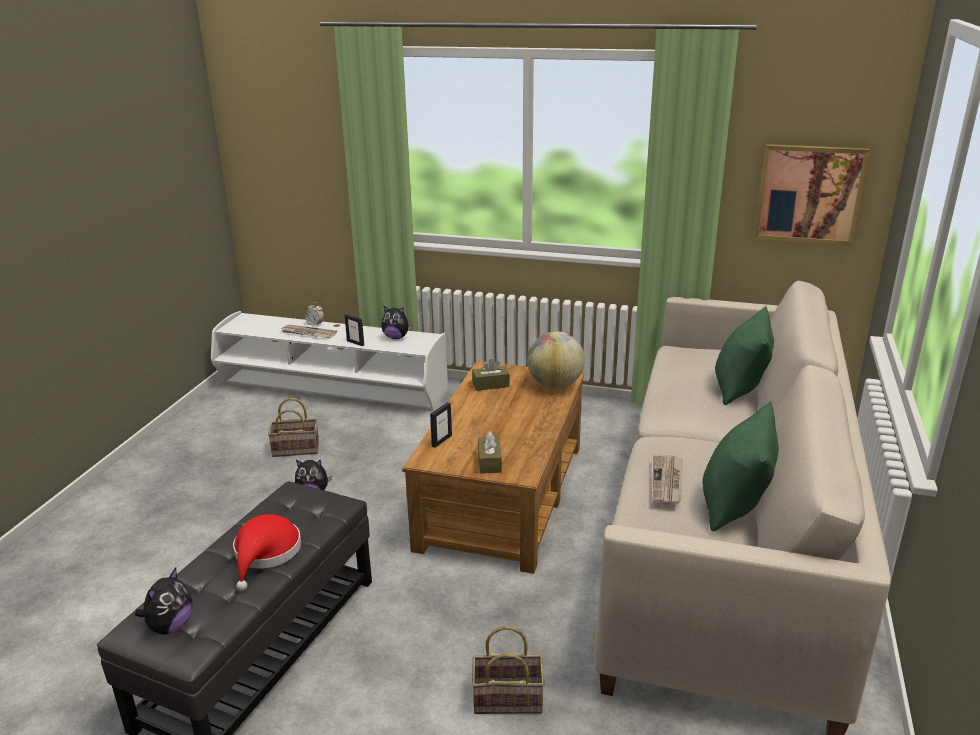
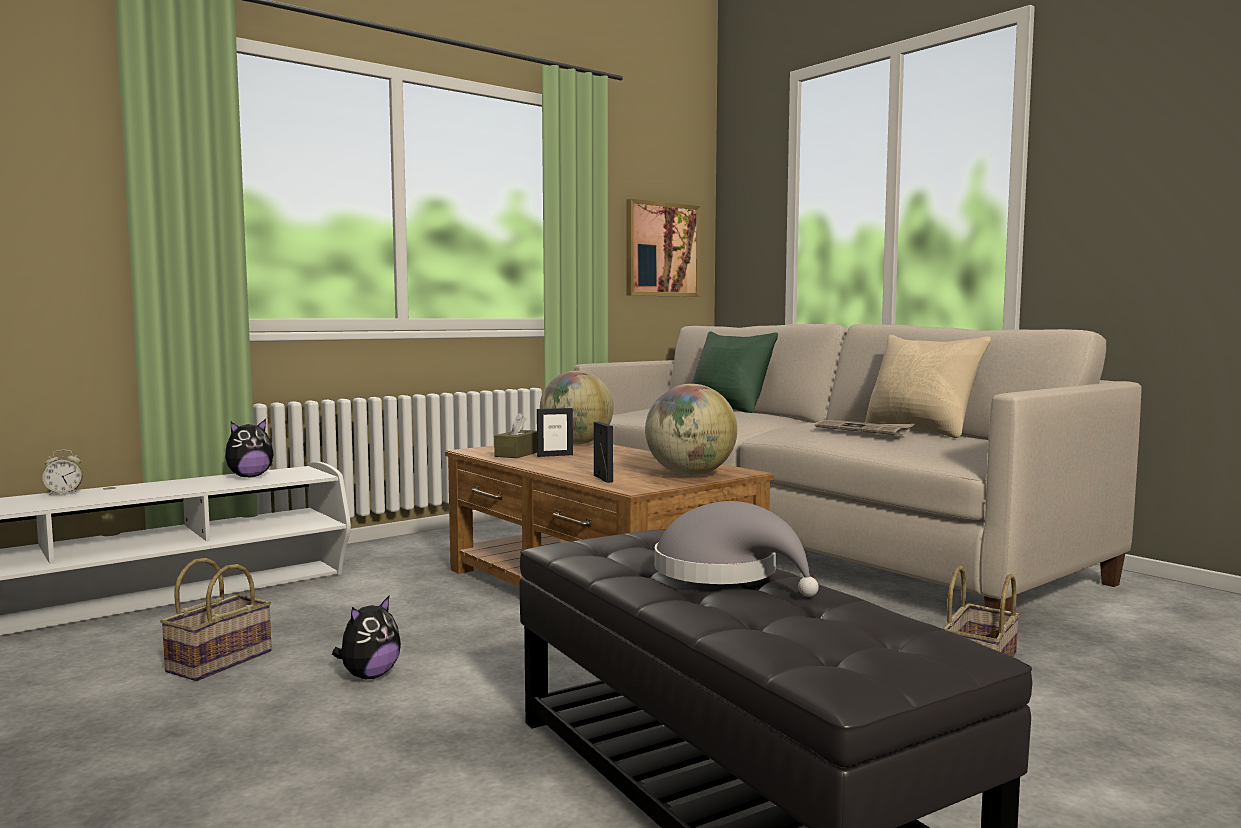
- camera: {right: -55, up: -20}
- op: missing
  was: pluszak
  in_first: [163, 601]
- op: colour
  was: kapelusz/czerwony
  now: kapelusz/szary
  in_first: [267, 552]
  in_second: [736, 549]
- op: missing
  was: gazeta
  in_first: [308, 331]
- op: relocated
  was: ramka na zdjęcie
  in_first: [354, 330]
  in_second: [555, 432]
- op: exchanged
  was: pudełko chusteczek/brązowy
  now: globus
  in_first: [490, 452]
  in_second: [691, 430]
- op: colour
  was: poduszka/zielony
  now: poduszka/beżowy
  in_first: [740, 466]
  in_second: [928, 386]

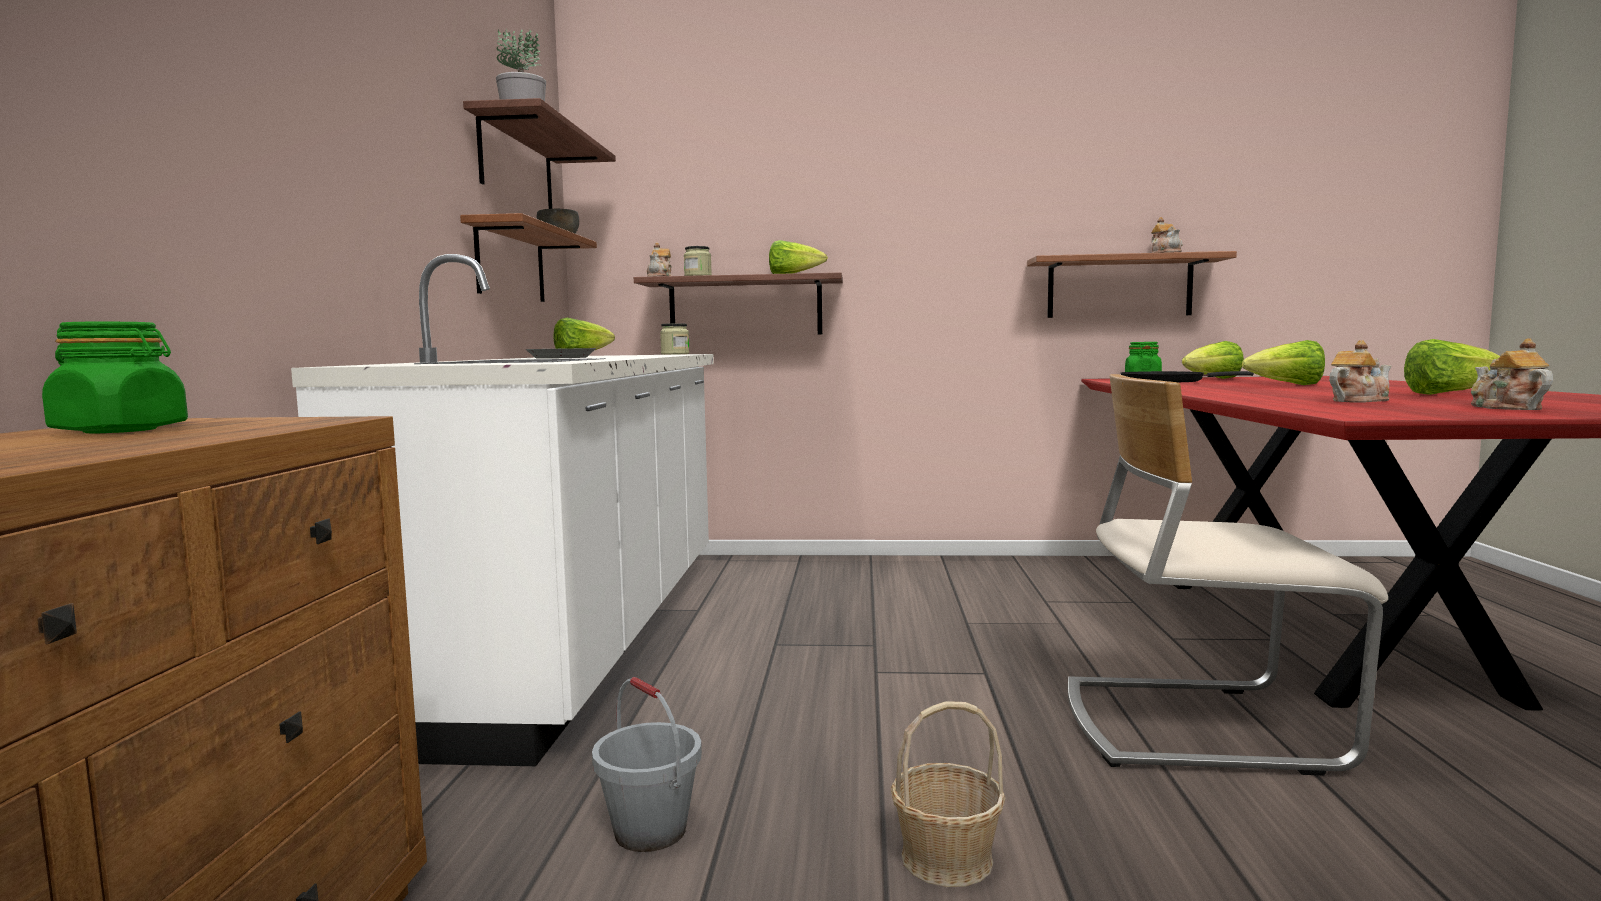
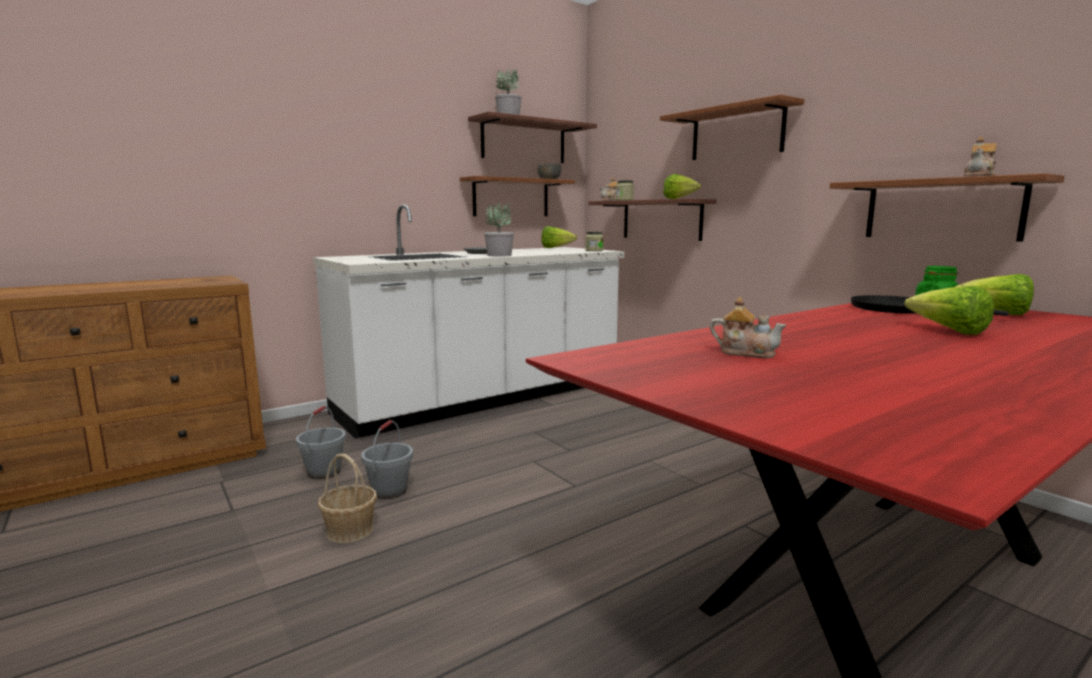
- camera: {right: 50, up: 5}
- op: missing
  was: słoik/zielony
  in_first: [115, 377]
- op: missing
  was: krzesło/beżowy
  in_first: [1228, 575]
- op: missing
  was: sałata
  in_first: [1452, 367]
- op: missing
  was: imbryk
  in_first: [1512, 374]
- op: appeared
  now: wiadro/szary
  in_second: [387, 459]
- op: appeared
  now: roślina doniczkowa
  in_second: [499, 229]
- op: appeared
  now: półka
  in_second: [732, 127]

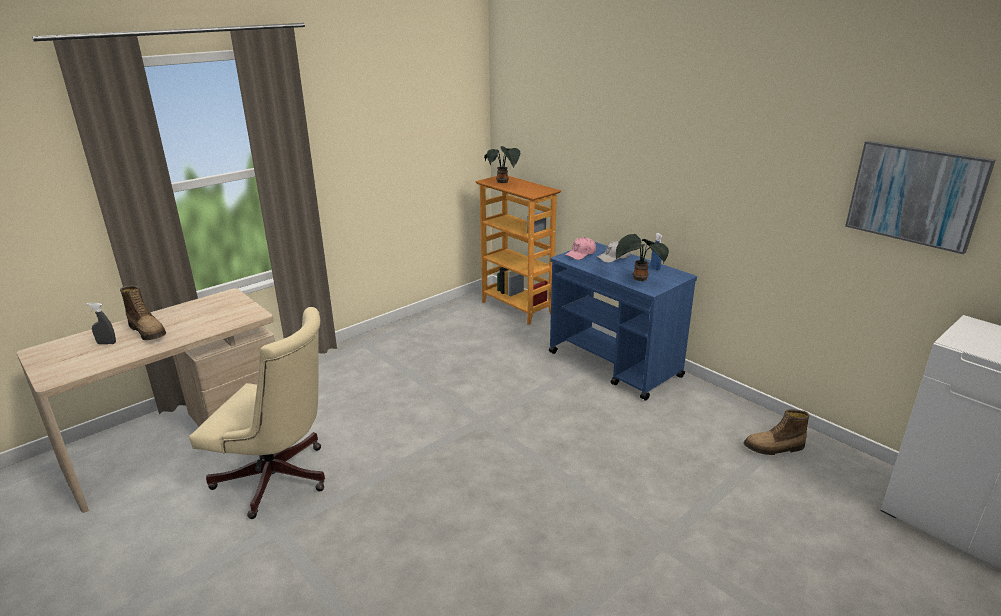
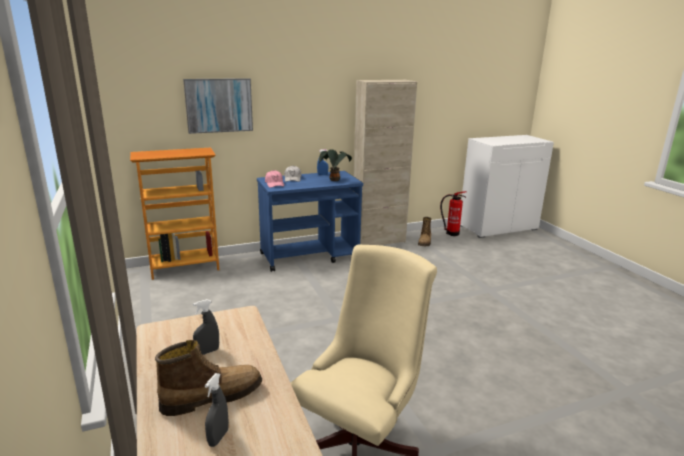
- camera: {right: -70, up: -5}
- op: missing
  was: roślina doniczkowa
  in_first: [502, 164]
- op: relocated
  was: obraz
  in_first: [920, 197]
  in_second: [218, 106]
- op: appeared
  now: spryskiwacz/szary
  in_second: [206, 327]
- op: appeared
  now: szafka/beżowy
  in_second: [385, 162]
- op: appeared
  now: gaśnica
  in_second: [453, 213]

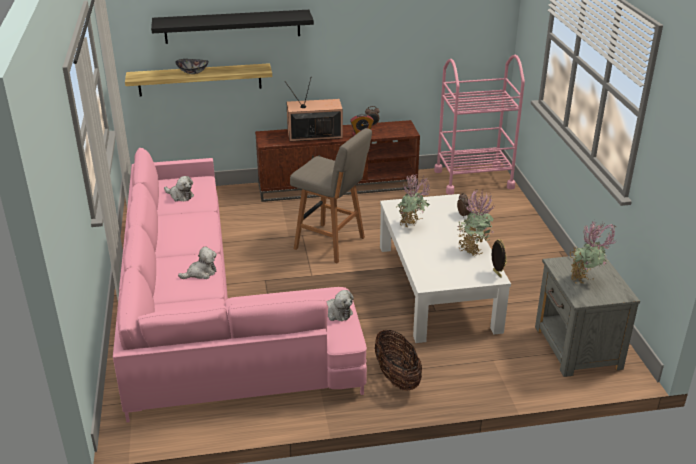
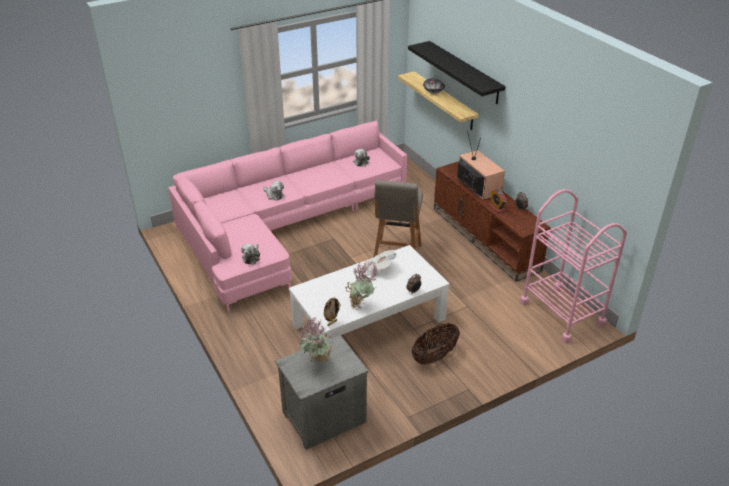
- camera: {right: 70, up: 5}
- op: relocated
  was: koszyk
  in_first: [398, 360]
  in_second: [435, 343]
- op: exchanged
  was: roślina doniczkowa
  now: gazeta
  in_first: [414, 199]
  in_second: [381, 261]

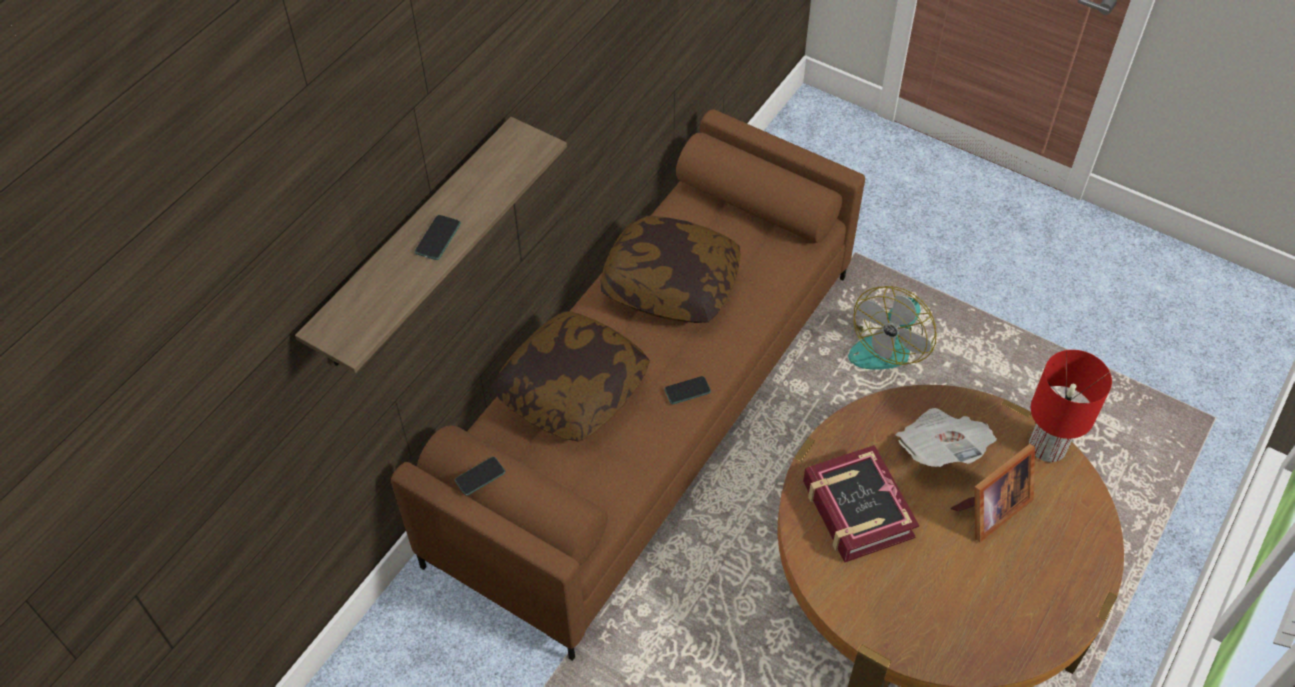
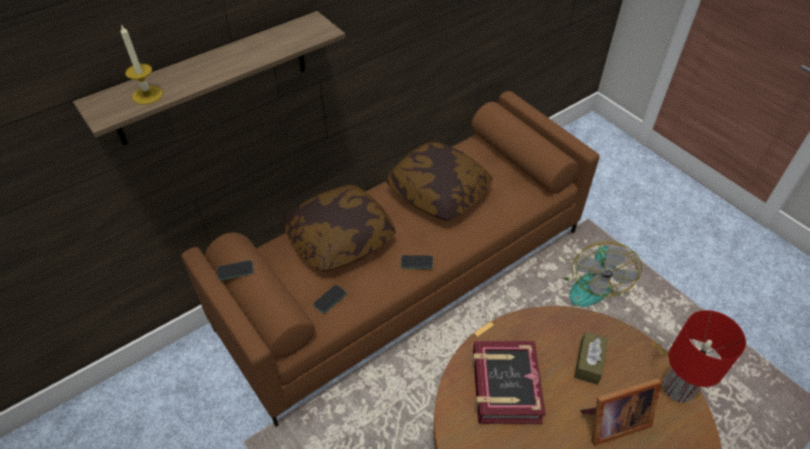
- camera: {right: 20, up: -5}
- op: relocated
  was: telefon
  in_first: [438, 237]
  in_second: [330, 299]
- op: spun
  was: wentylator
  in_first: [892, 328]
  in_second: [600, 274]
  clockwise: -45
- op: exchanged
  was: gazeta
  now: pudełko chusteczek/brązowy
  in_first: [946, 437]
  in_second: [591, 358]
- op: appeared
  now: świeca
  in_second: [141, 64]

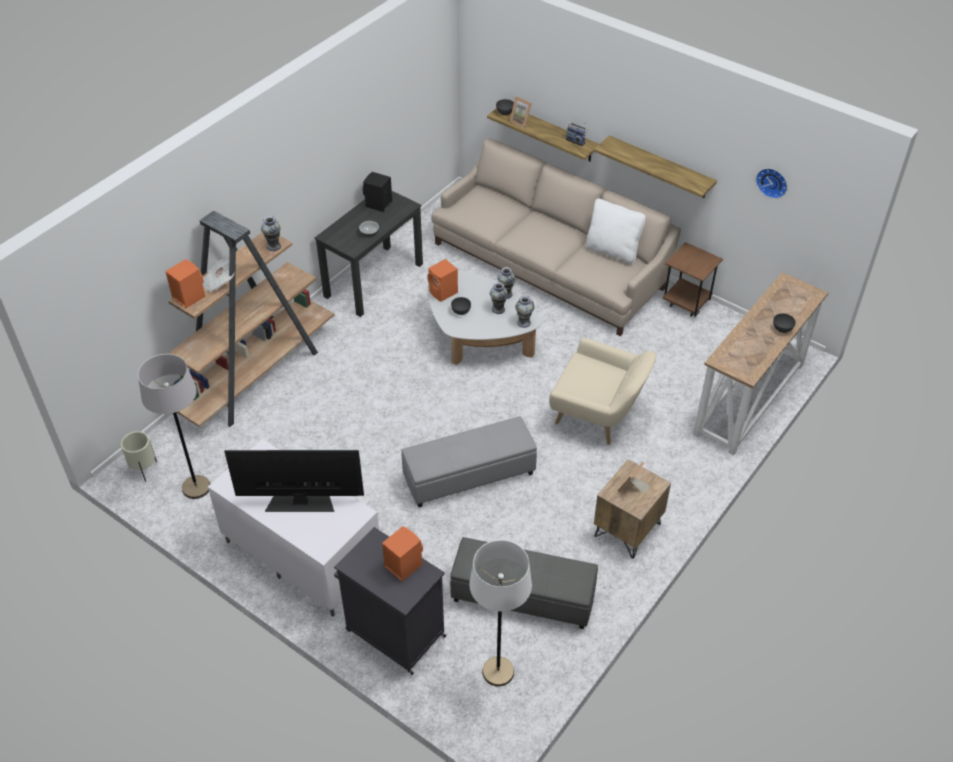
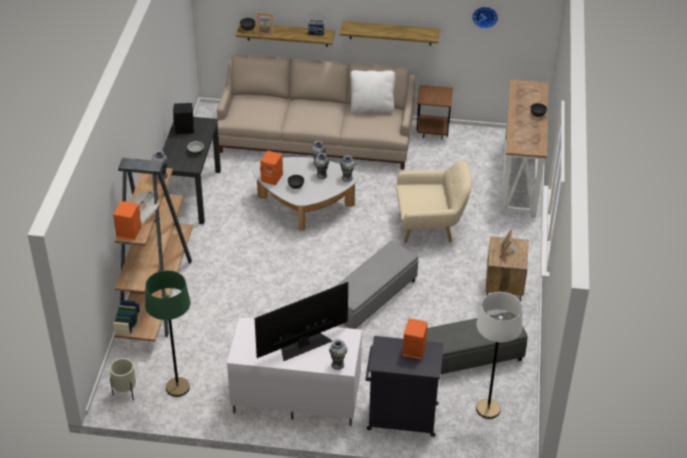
- camera: {right: -30, up: -5}
- op: colour
  was: lampa stojąca/szary
  now: lampa stojąca/zielony
  in_first: [174, 426]
  in_second: [167, 333]
- op: appeared
  now: wazon
  in_second: [338, 354]

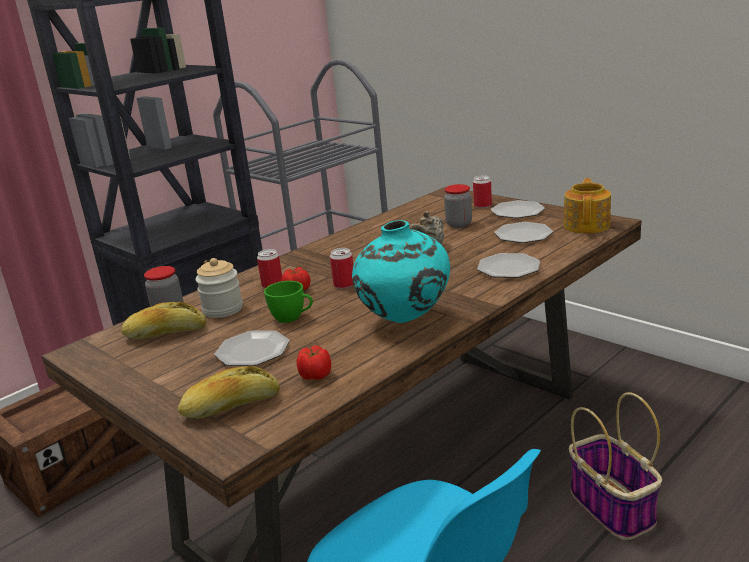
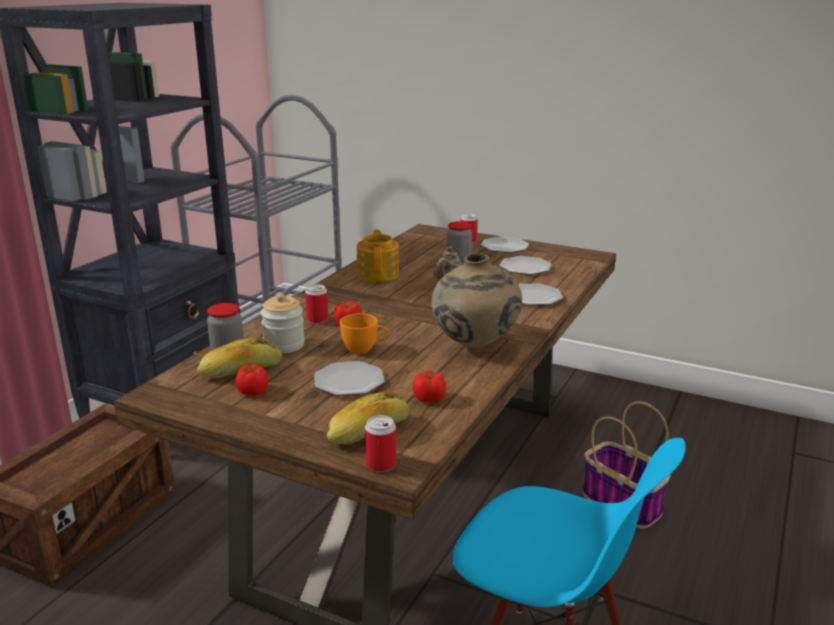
- camera: {right: -20, up: 0}
- op: colour
  was: filiżanka/zielony
  now: filiżanka/pomarańczowy
  in_first: [288, 302]
  in_second: [364, 333]
- op: relocated
  was: puszka
  in_first: [341, 268]
  in_second: [380, 443]
- op: colour
  was: wazon/turkusowy
  now: wazon/beżowy
  in_first: [401, 271]
  in_second: [477, 300]
- op: relocated
  was: imbryk
  in_first: [587, 206]
  in_second: [378, 256]
- op: appeared
  now: pomidor
  in_second: [252, 380]

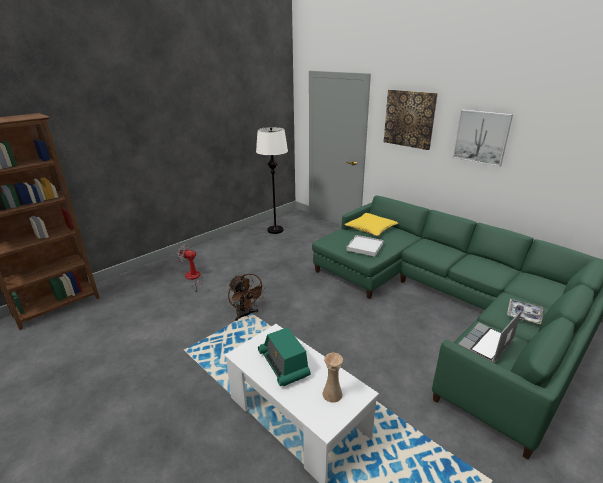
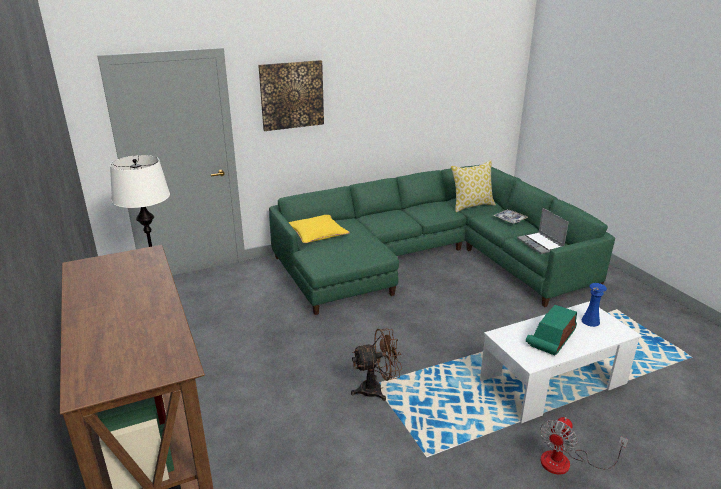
- camera: {right: -70, up: 0}
- op: relocated
  was: wentylator
  in_first: [190, 268]
  in_second: [584, 446]
- op: spun
  was: radio
  in_first: [284, 356]
  in_second: [551, 330]
  clockwise: 135
- op: colour
  was: wazon/beżowy
  now: wazon/niebieski
  in_first: [332, 378]
  in_second: [594, 305]
- op: missing
  was: taca/biały
  in_first: [364, 246]
- op: missing
  was: obraz
  in_first: [482, 138]
- op: appeared
  now: poduszka
  in_second: [473, 186]

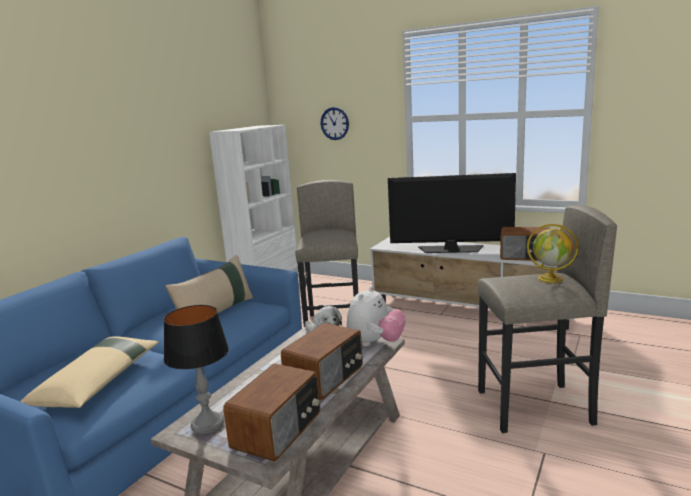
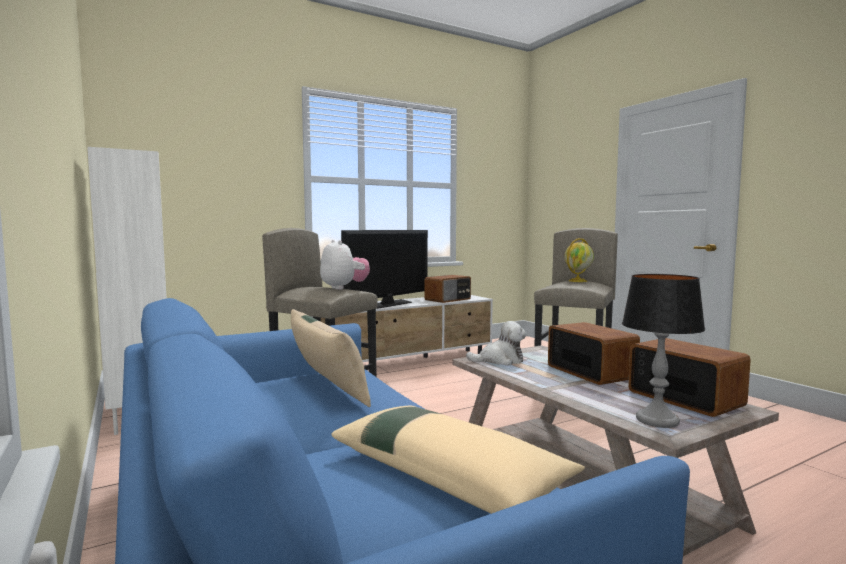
- camera: {right: -60, up: -10}
- op: missing
  was: zegar ścienny
  in_first: [335, 123]
- op: relocated
  was: pluszak
  in_first: [376, 316]
  in_second: [345, 265]

